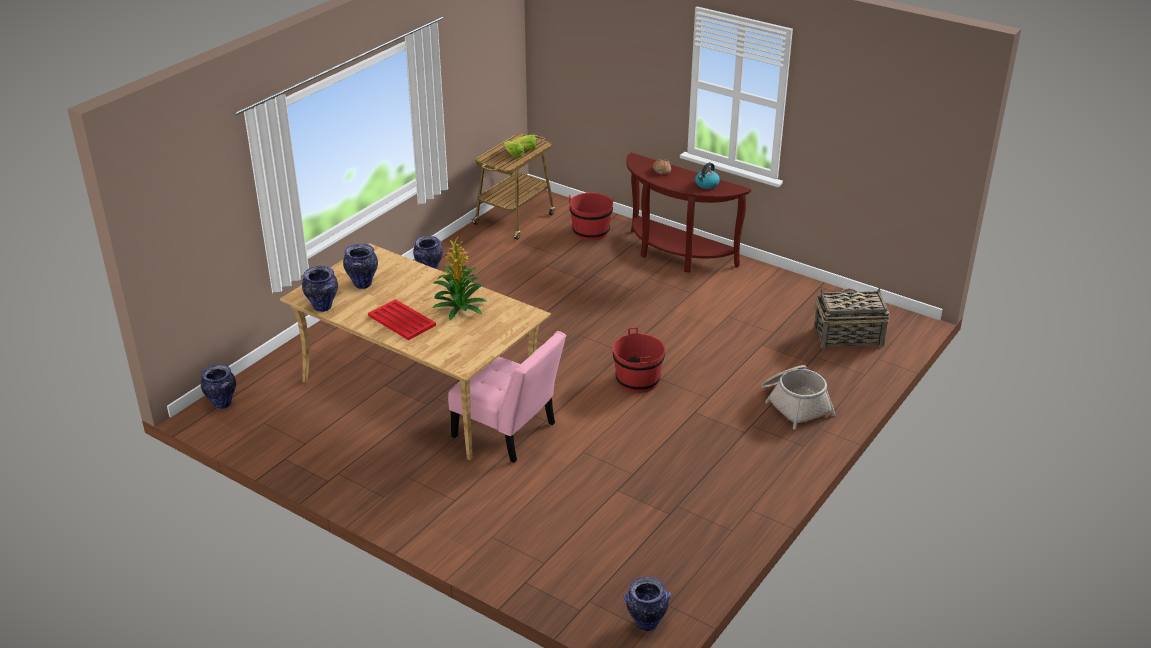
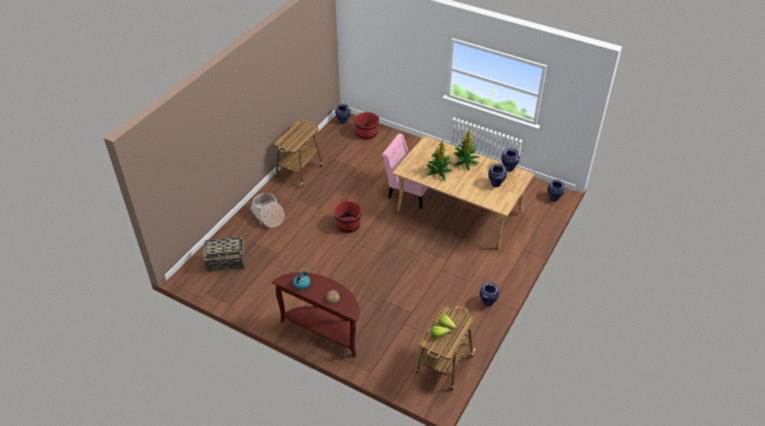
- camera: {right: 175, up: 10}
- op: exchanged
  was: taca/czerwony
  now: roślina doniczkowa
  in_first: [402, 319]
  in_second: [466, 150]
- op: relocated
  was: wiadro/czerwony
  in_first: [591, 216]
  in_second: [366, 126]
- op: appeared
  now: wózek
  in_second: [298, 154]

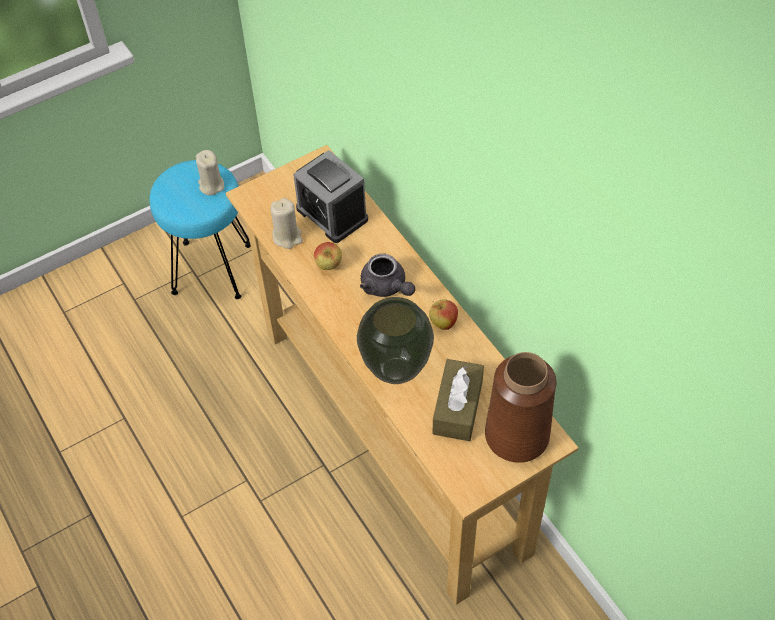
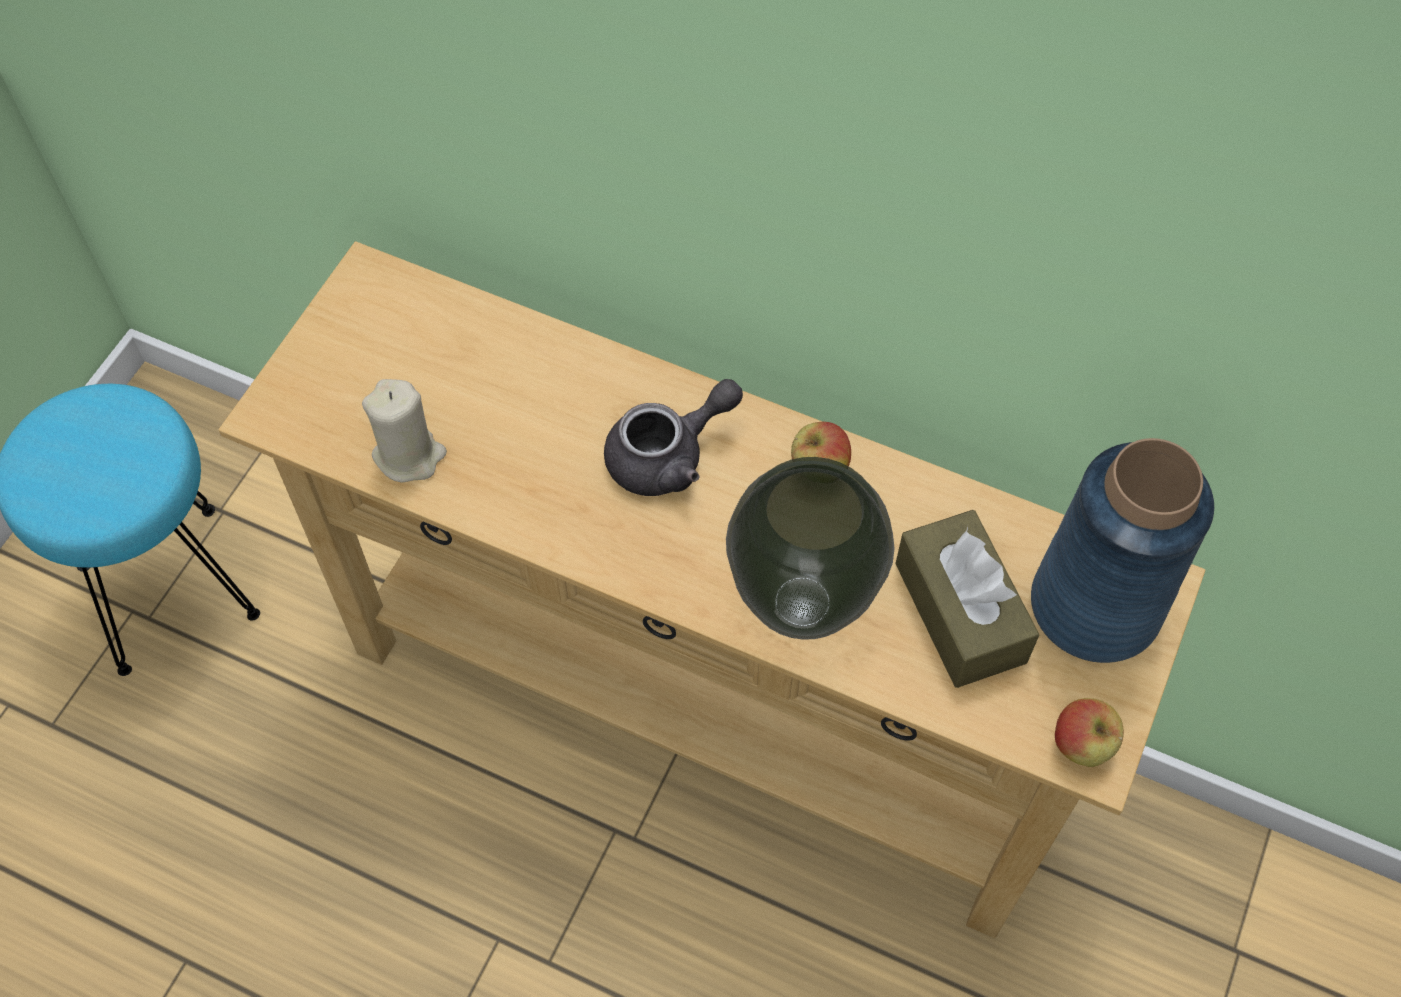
- camera: {right: -35, up: 5}
- op: missing
  was: świeca/beżowy
  in_first: [210, 172]
- op: missing
  was: budzik
  in_first: [330, 196]
- op: relocated
  was: jabłko
  in_first: [328, 256]
  in_second: [1089, 732]
- op: spun
  was: imbryk/szary
  in_first: [387, 275]
  in_second: [673, 437]
  clockwise: -45
- op: colour
  was: wazon/brązowy
  now: wazon/niebieski
  in_first: [520, 407]
  in_second: [1122, 550]

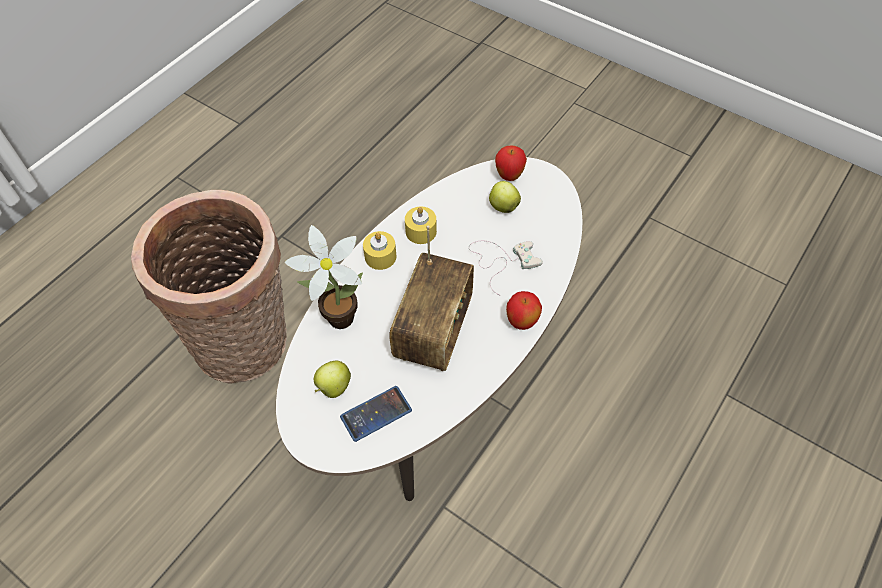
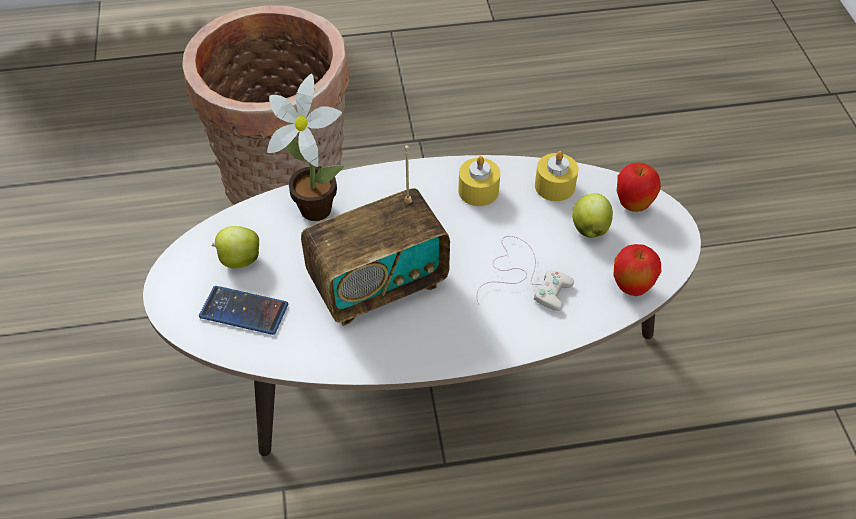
- camera: {right: 45, up: -5}
- op: relocated
  was: świeca/żółty
  in_first: [380, 250]
  in_second: [556, 176]
- op: relocated
  was: jabłko
  in_first: [524, 310]
  in_second: [637, 270]

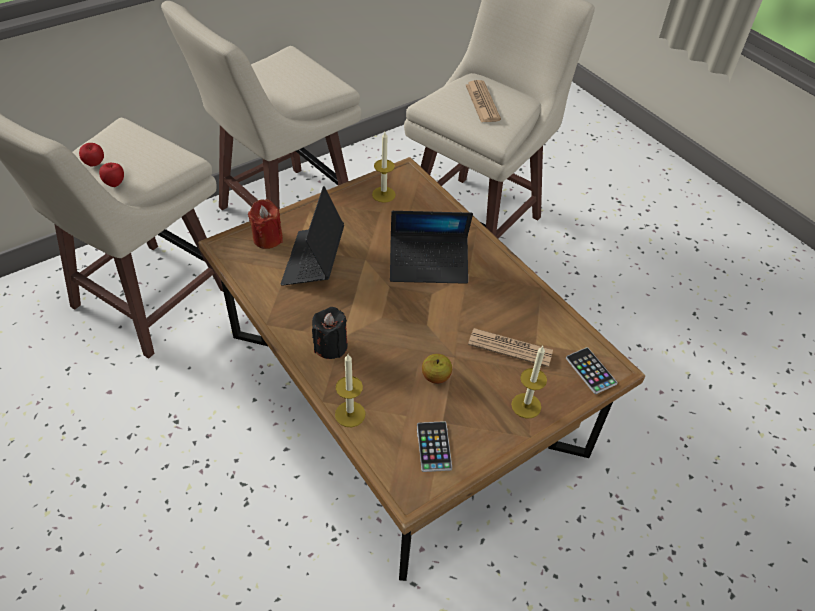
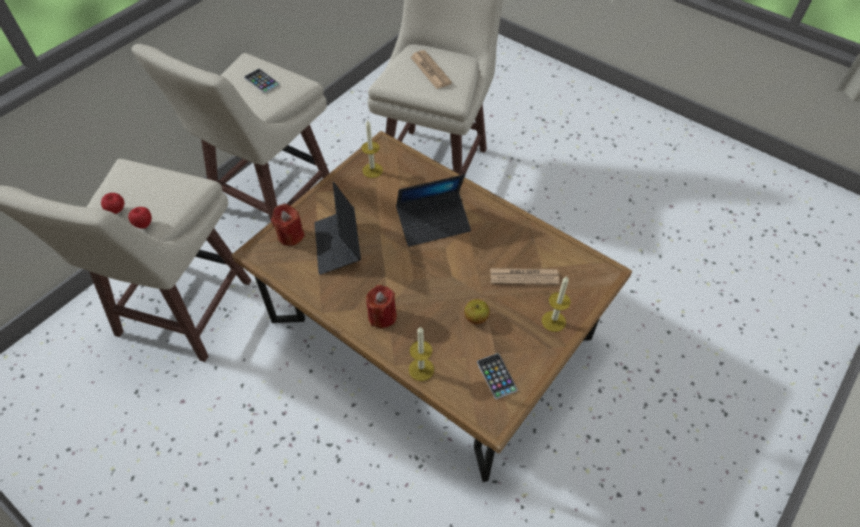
- camera: {right: -15, up: 5}
- op: colour
  was: świeca/czarny
  now: świeca/czerwony
  in_first: [330, 333]
  in_second: [381, 306]
- op: relocated
  was: telefon
  in_first: [592, 370]
  in_second: [262, 81]

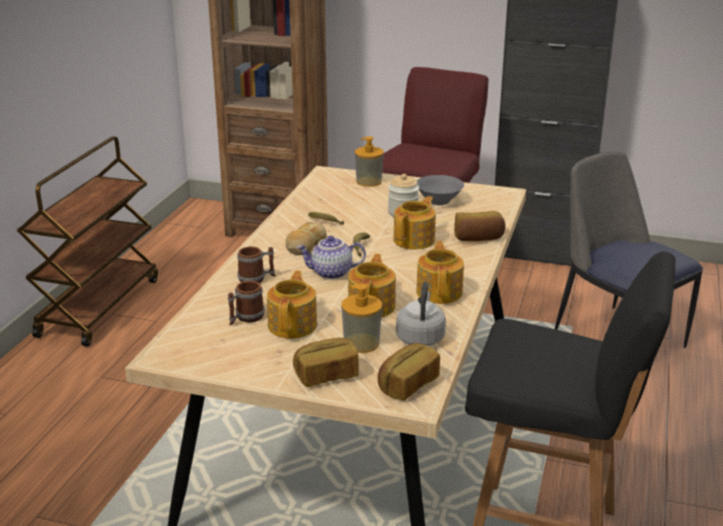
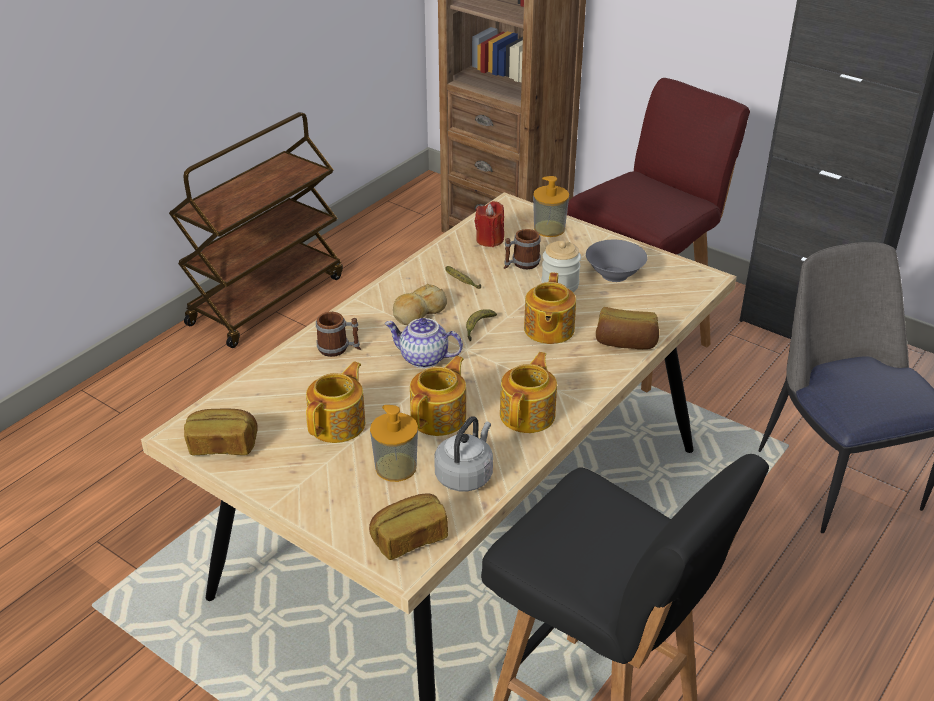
- camera: {right: 20, up: 10}
- op: relocated
  was: kubek
  in_first: [246, 303]
  in_second: [522, 249]
- op: relocated
  was: chleb
  in_first: [326, 362]
  in_second: [220, 431]
- op: spun
  was: imbryk
  in_first: [414, 223]
  in_second: [550, 308]
  clockwise: 135
- op: appeared
  now: świeca/czerwony
  in_second: [489, 224]

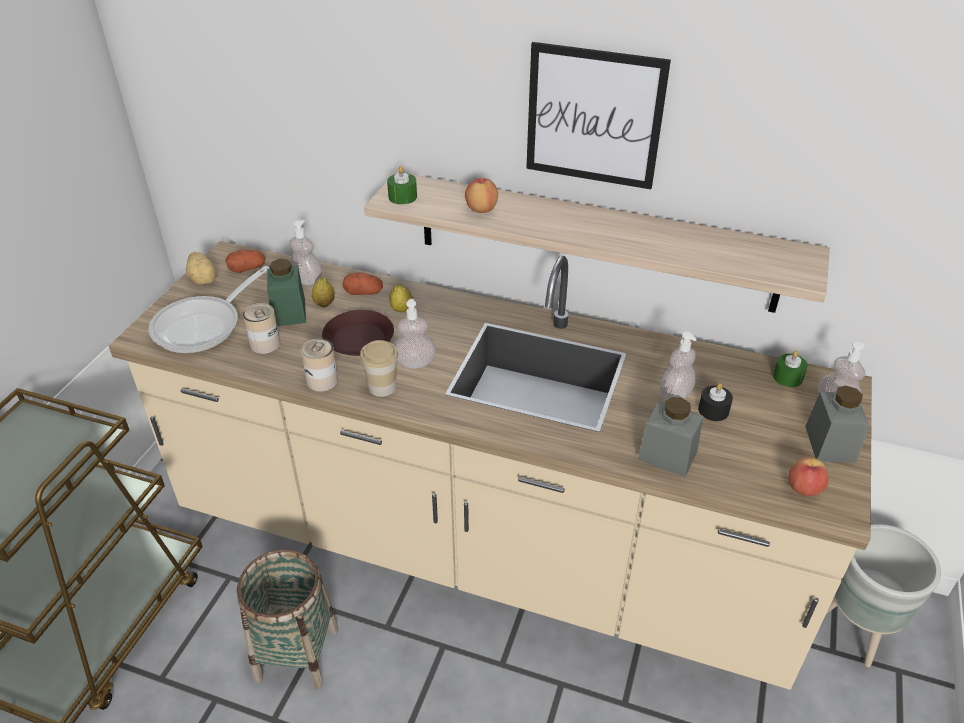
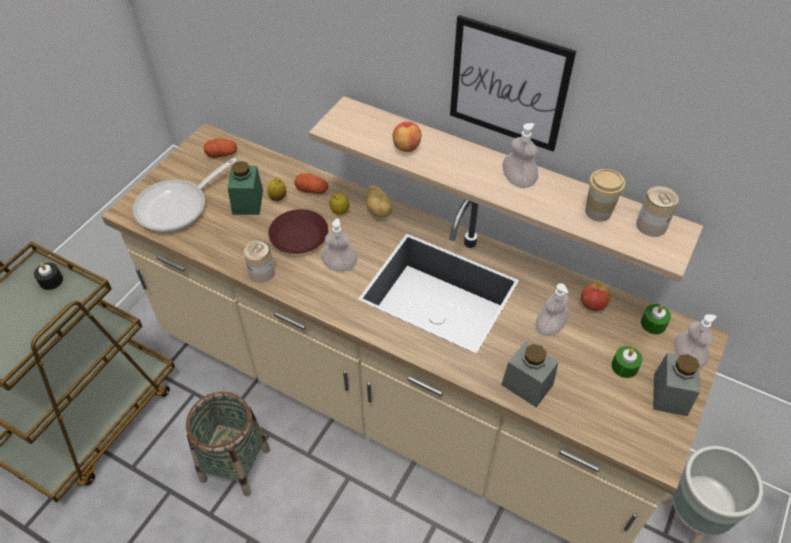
- camera: {right: 10, up: 10}
- op: relocated
  was: ziemniak
  in_first: [201, 268]
  in_second: [379, 201]
- op: relocated
  was: puszka
  in_first: [261, 328]
  in_second: [657, 211]
- op: relocated
  was: dozownik mydła
  in_first: [305, 253]
  in_second: [520, 155]
- op: relocated
  was: filiżanka
  in_first: [379, 368]
  in_second: [605, 195]
- op: relocated
  was: świeca/zielony
  in_first: [402, 185]
  in_second: [627, 362]
- op: relocated
  was: świeca/czarny
  in_first: [715, 402]
  in_second: [48, 276]
- op: relocated
  was: jabłko
  in_first: [808, 476]
  in_second: [596, 296]

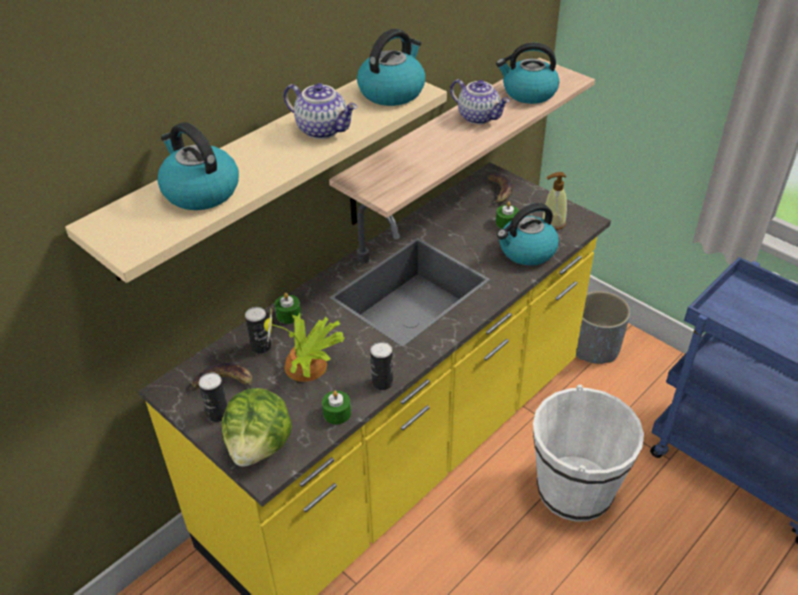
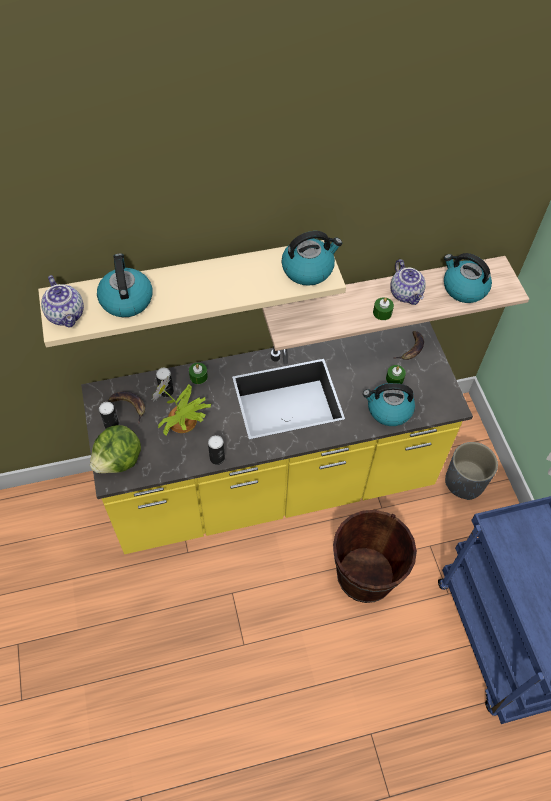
- camera: {right: 30, up: 15}
- op: relocated
  was: imbryk
  in_first: [320, 111]
  in_second: [62, 301]
- op: relocated
  was: świeca/zielony
  in_first: [336, 407]
  in_second: [383, 308]
- op: colour
  was: wiadro/biały
  now: wiadro/brązowy
  in_first: [588, 453]
  in_second: [375, 556]
- op: missing
  was: dozownik mydła
  in_first: [554, 201]

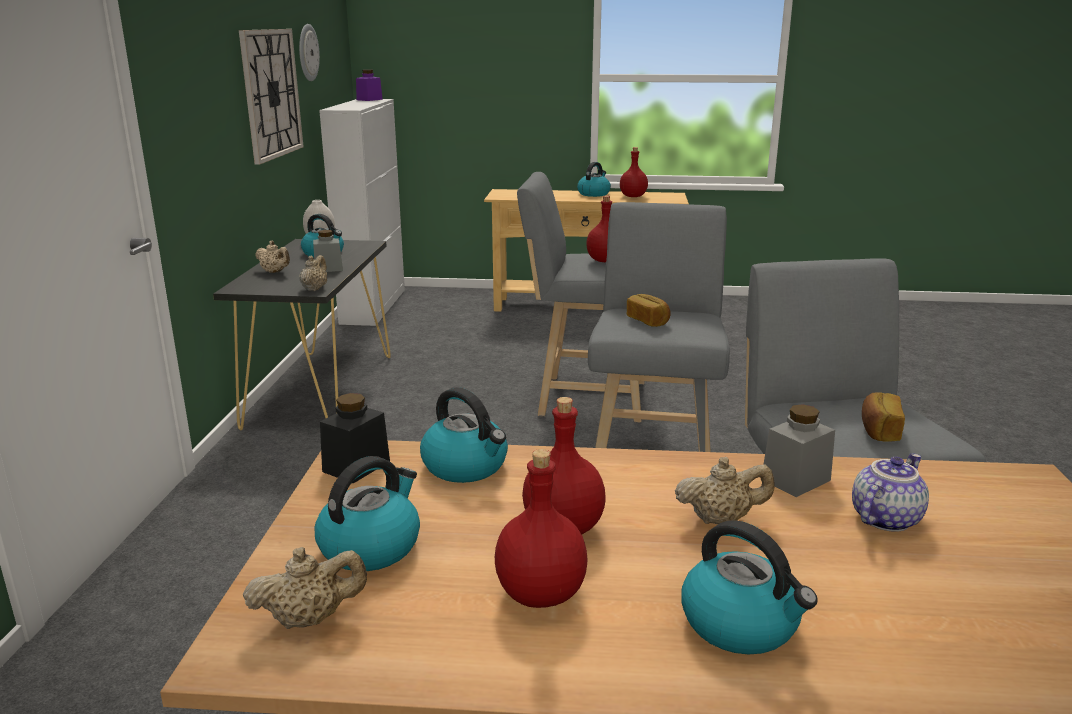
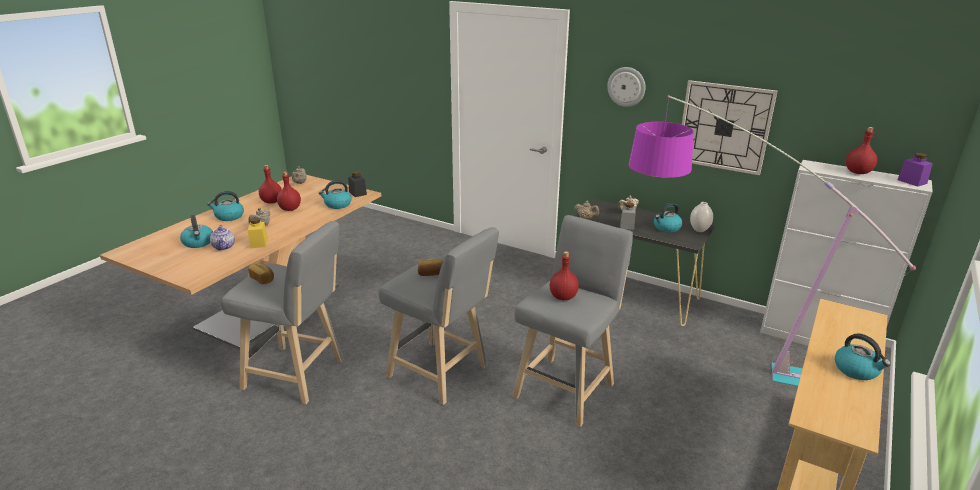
- camera: {right: 115, up: 5}
- op: relocated
  was: zegar ścienny
  in_first: [309, 52]
  in_second: [626, 87]
- op: relocated
  was: czajnik
  in_first: [367, 513]
  in_second: [196, 231]
- op: relocated
  was: butelka/czerwony
  in_first: [634, 172]
  in_second: [861, 150]
- op: colour
  was: słoik/szary
  now: słoik/żółty
  in_first: [799, 450]
  in_second: [258, 232]
- op: appeared
  now: lampa stojąca
  in_second: [772, 241]

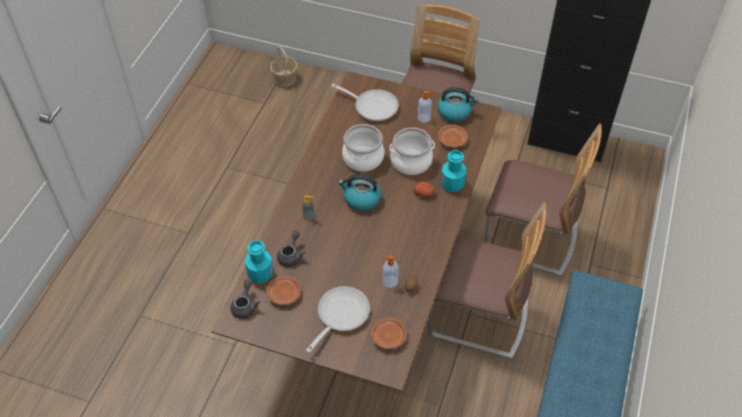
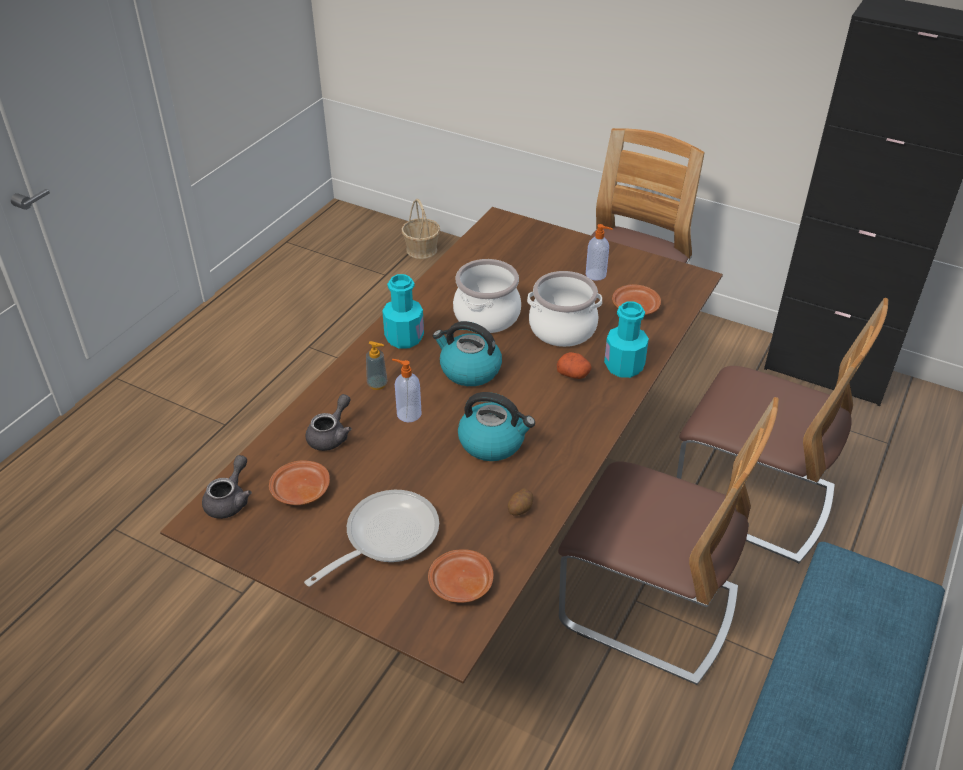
- camera: {right: 10, up: -10}
- op: relocated
  was: butelka/turkusowy
  in_first: [259, 261]
  in_second: [403, 311]
- op: missing
  was: patelnia
  in_first: [365, 102]
- op: relocated
  was: dozownik mydła
  in_first: [390, 272]
  in_second: [407, 391]
- op: relocated
  was: czajnik
  in_first: [457, 104]
  in_second: [496, 426]

